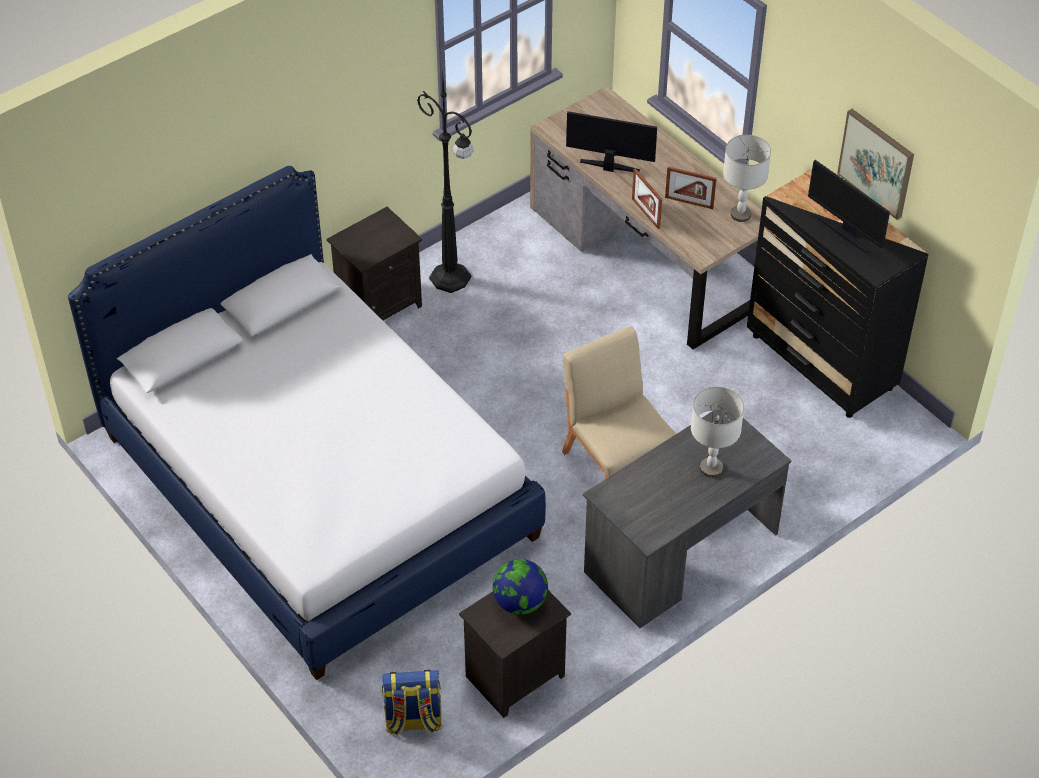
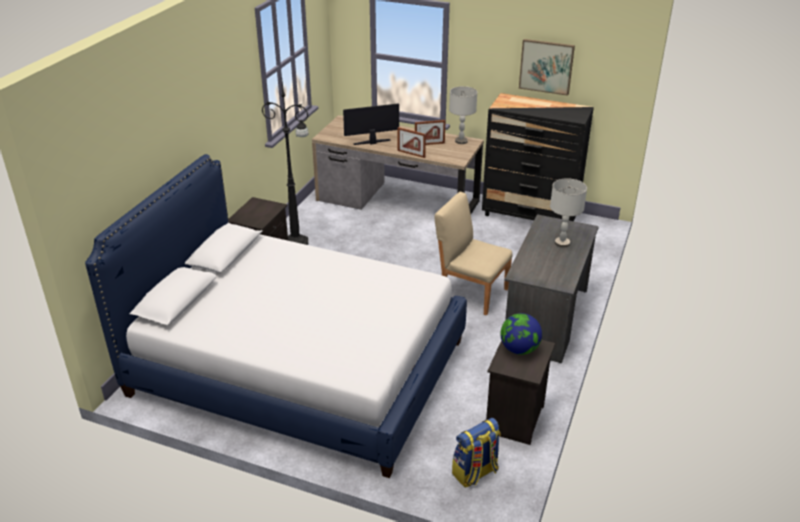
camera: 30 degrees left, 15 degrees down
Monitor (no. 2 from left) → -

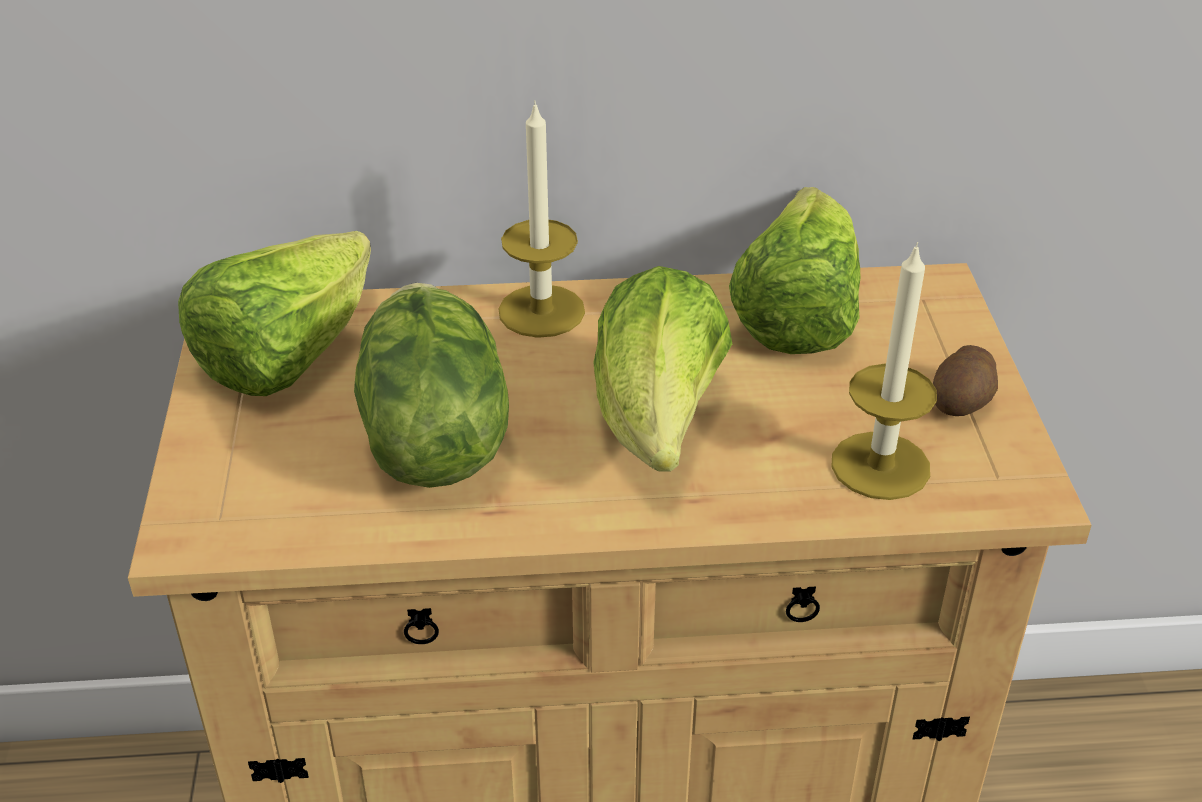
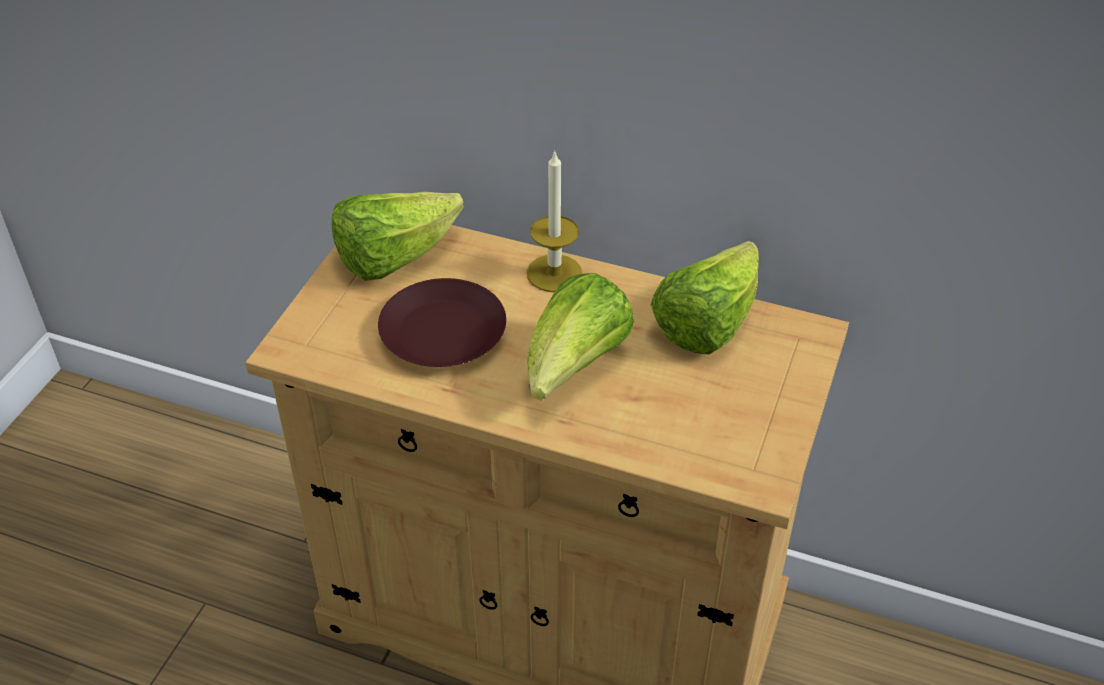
camera: 25 degrees right, 5 degrees up
Kerze (no. 2 from left) → -
Salatkopf (no. 2 from left) → Teller/braun
Kartoffel → -

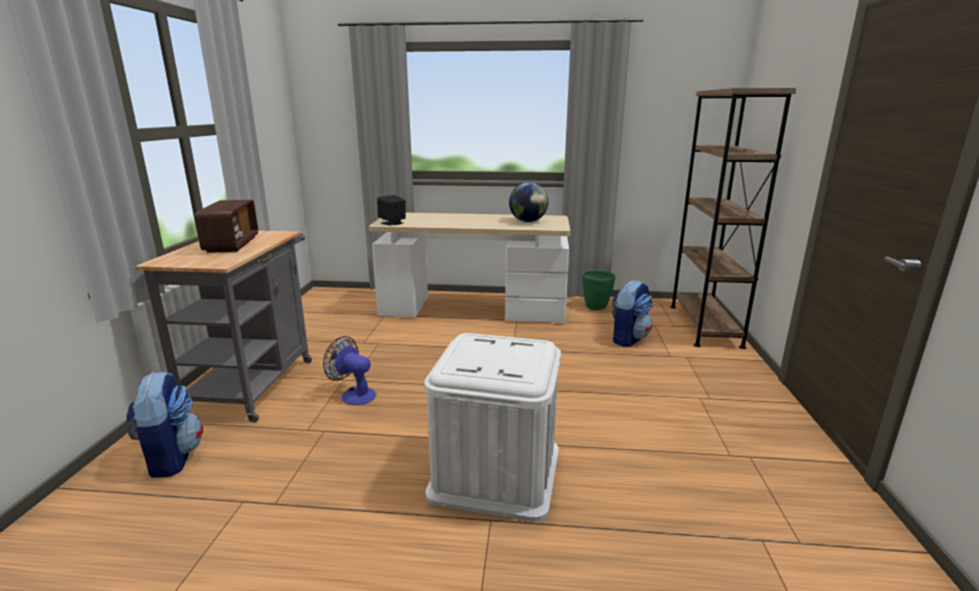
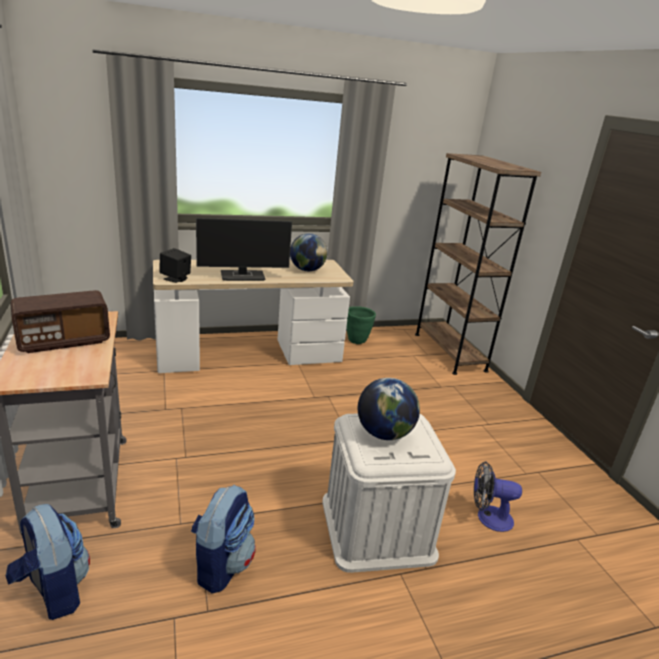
camera: 25 degrees left, 5 degrees up
Radio, 90 degrees clockwise
Rucksack (no. 2 from left), shifted
Ventilator, shifted
- → Monitor
- → Globus (no. 2 from left)

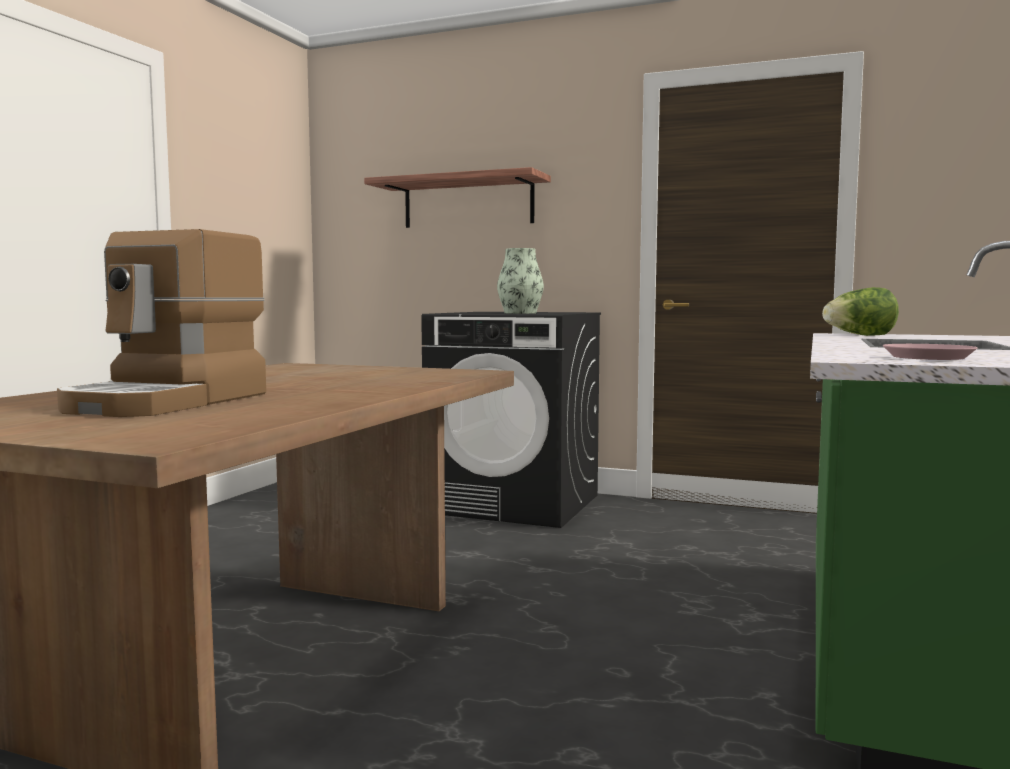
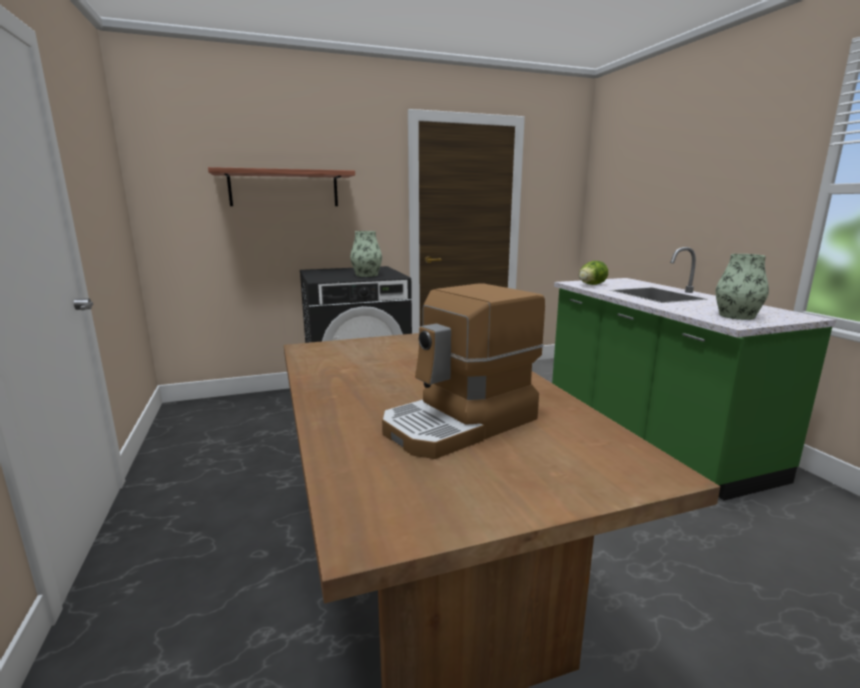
camera: 40 degrees left, 10 degrees up
Kaffeemaschine, 75 degrees clockwise
Teller/rosa → Vase (no. 2 from left)

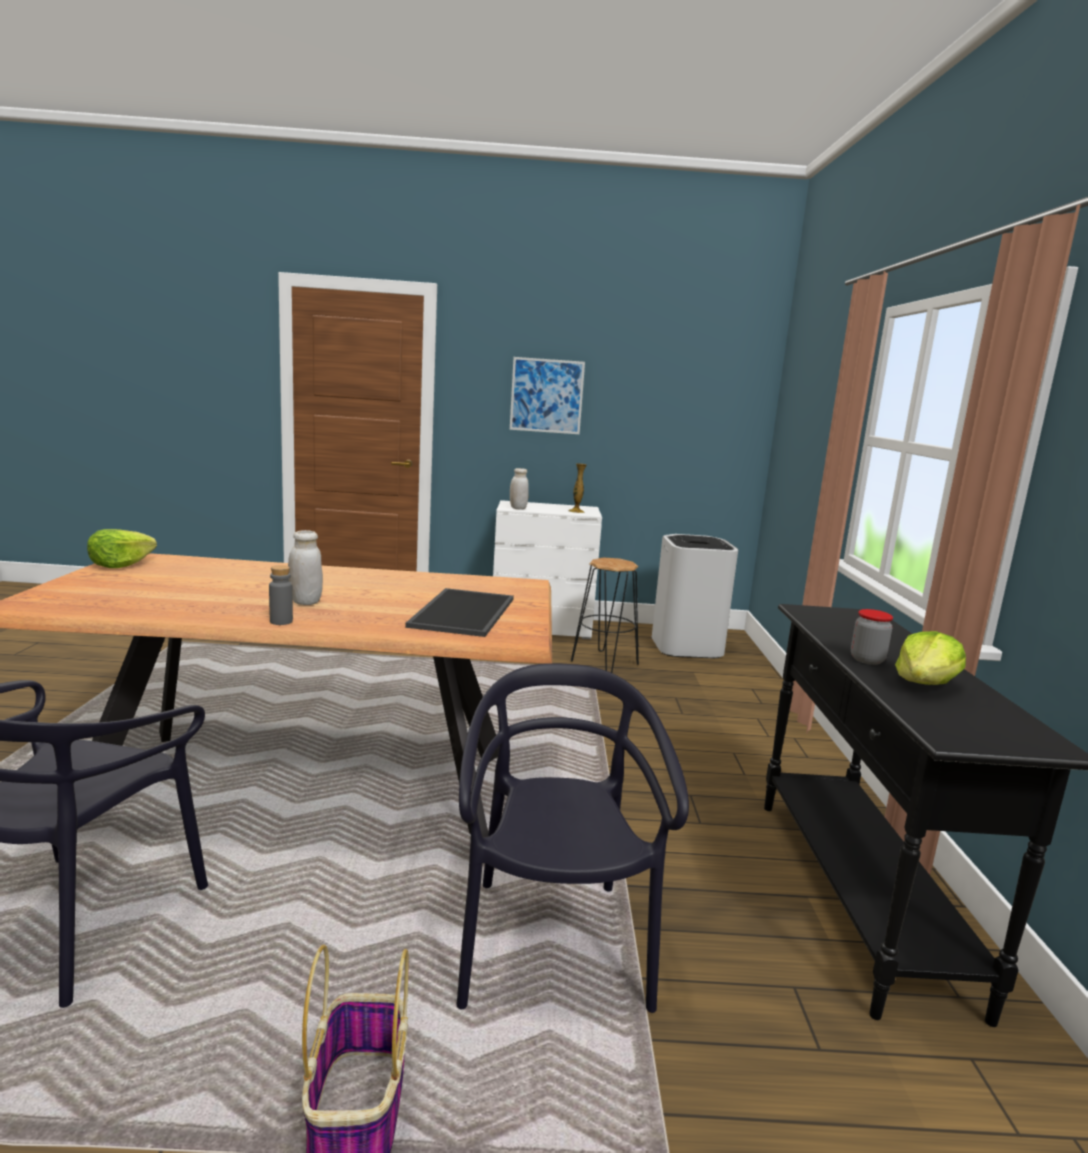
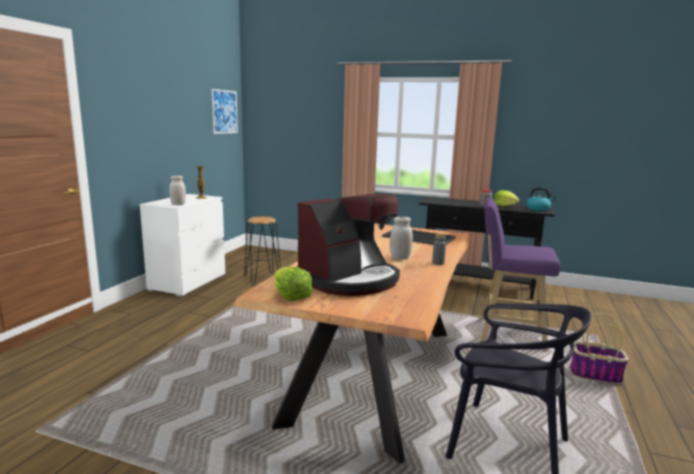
camera: 70 degrees left, 0 degrees up
Bild, shifted
Mülleimer/weiß → -
Stuhl/schwarz (no. 2 from left) → Hocker/lila
- → Wasserkessel
- → Kaffeemaschine

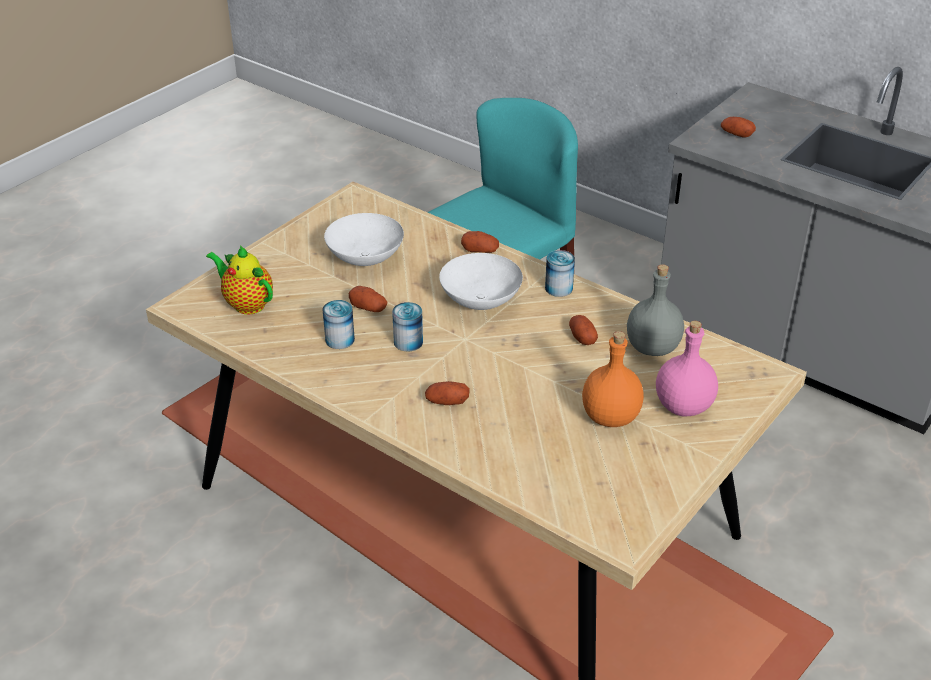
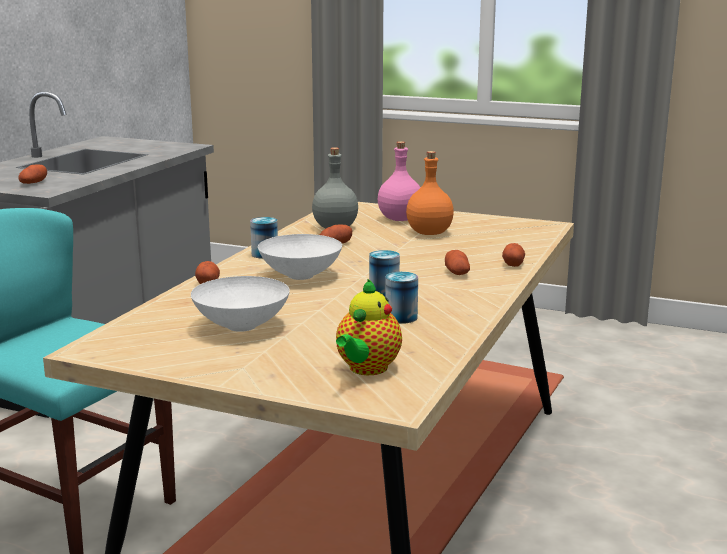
camera: 105 degrees left, 20 degrees down
Kartoffel (no. 1 from left in the first image) → Kartoffel (no. 5 from left), shifted

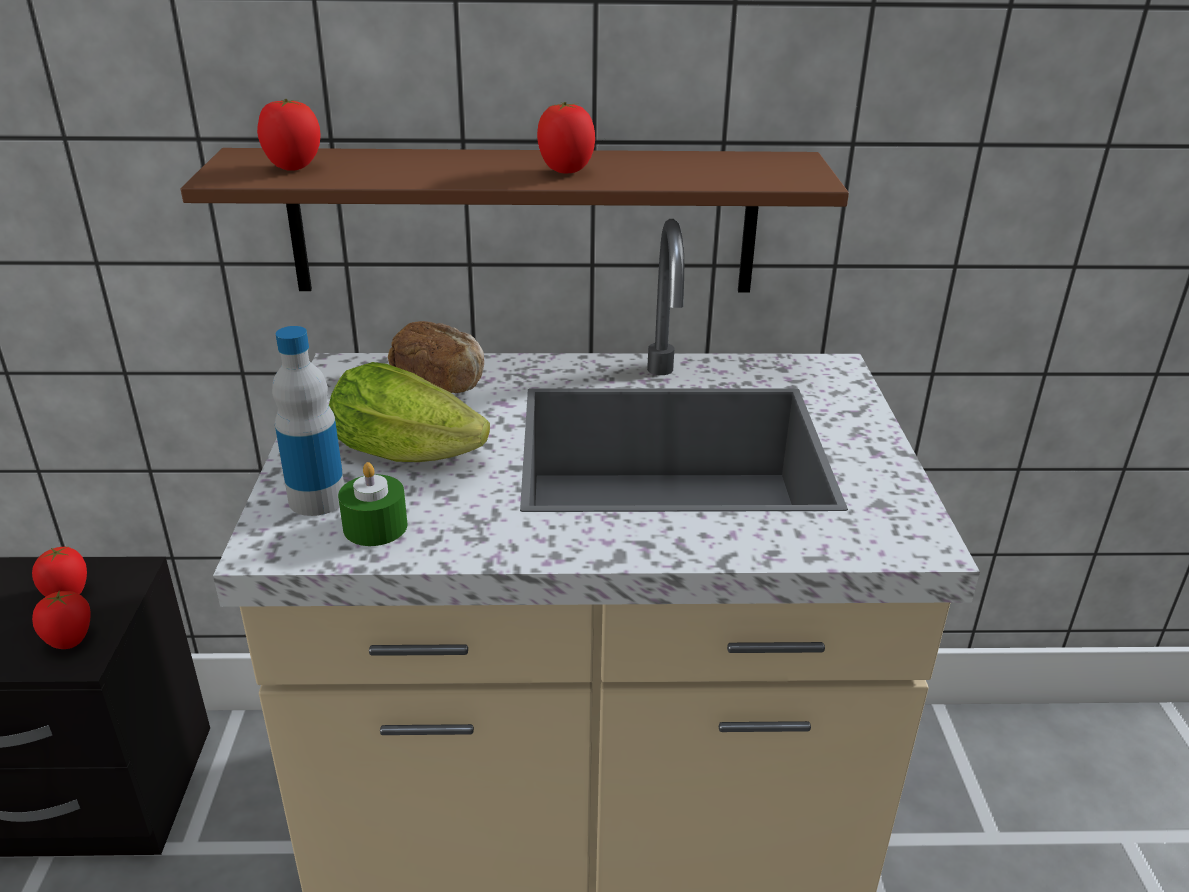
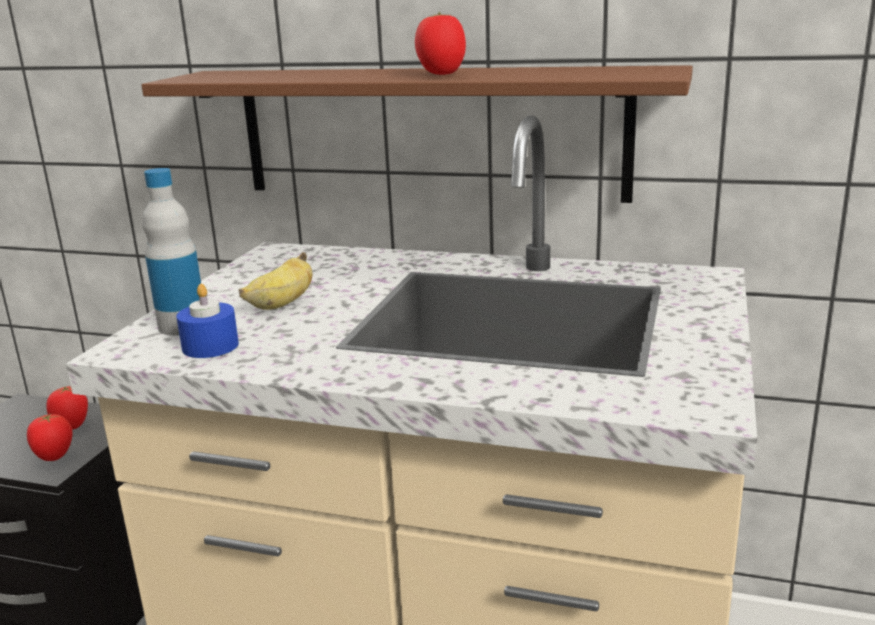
camera: 20 degrees right, 10 degrees down
Tomate (no. 3 from left) → -
Brot → -
Salatkopf → Banane
Kerze/grün → Kerze/blau

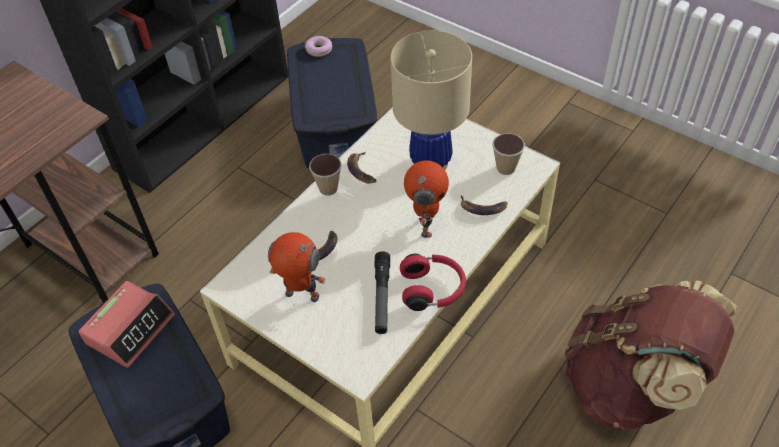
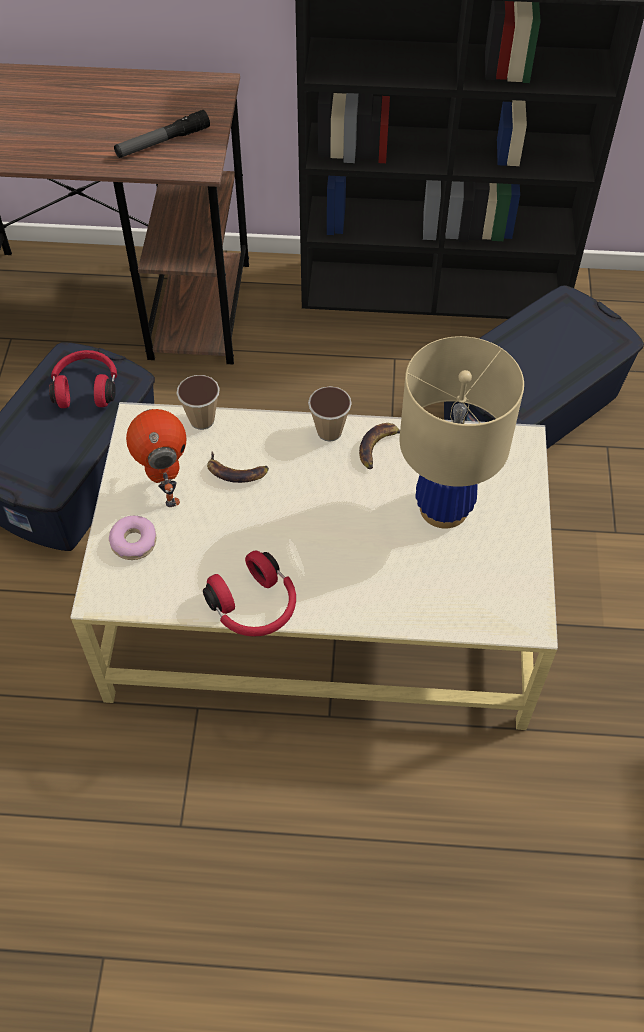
camera: 55 degrees right, 5 degrees up
Donut, shifted
Tasse (no. 2 from left in the first image) → Tasse (no. 1 from left), shifted
Spielzeugroboter (no. 2 from left) → -
Banane (no. 3 from left) → -
Taschenlampe, shifted
Rucksack/braun → -
Wecker → Kopfhörer/rot (no. 1 from left)

